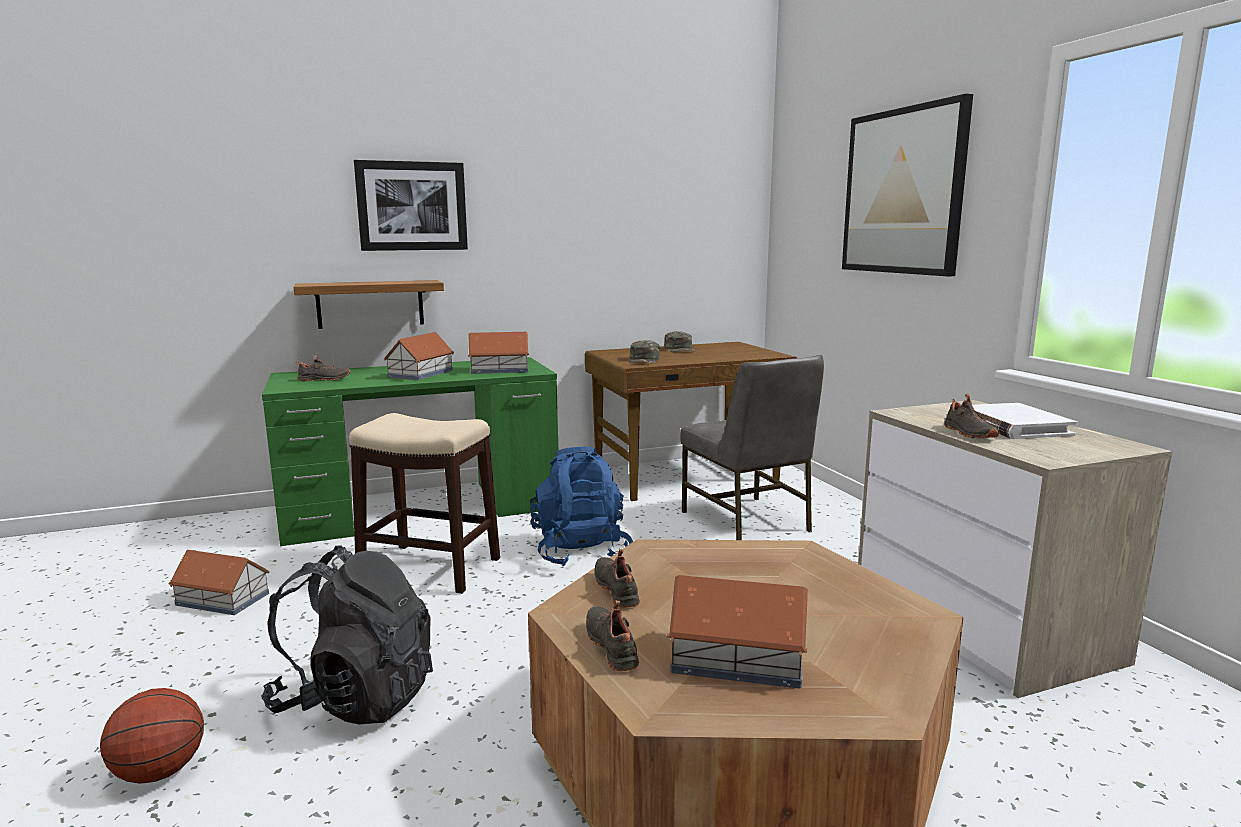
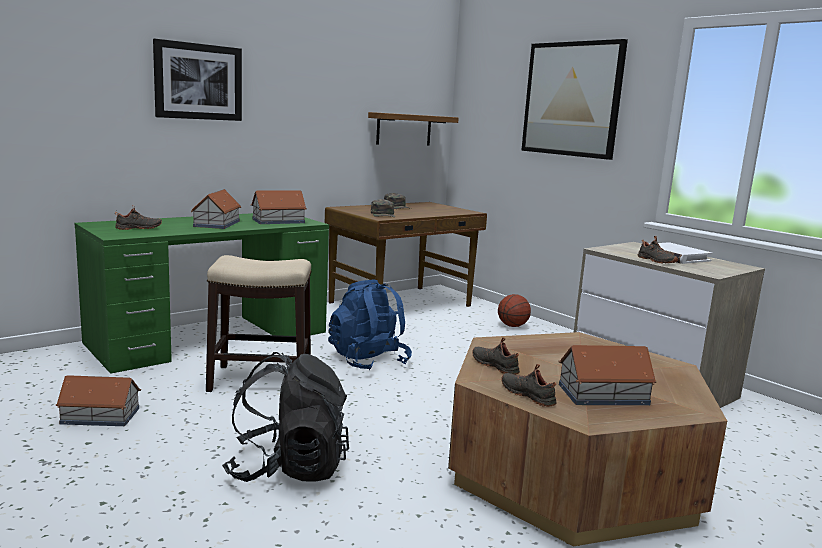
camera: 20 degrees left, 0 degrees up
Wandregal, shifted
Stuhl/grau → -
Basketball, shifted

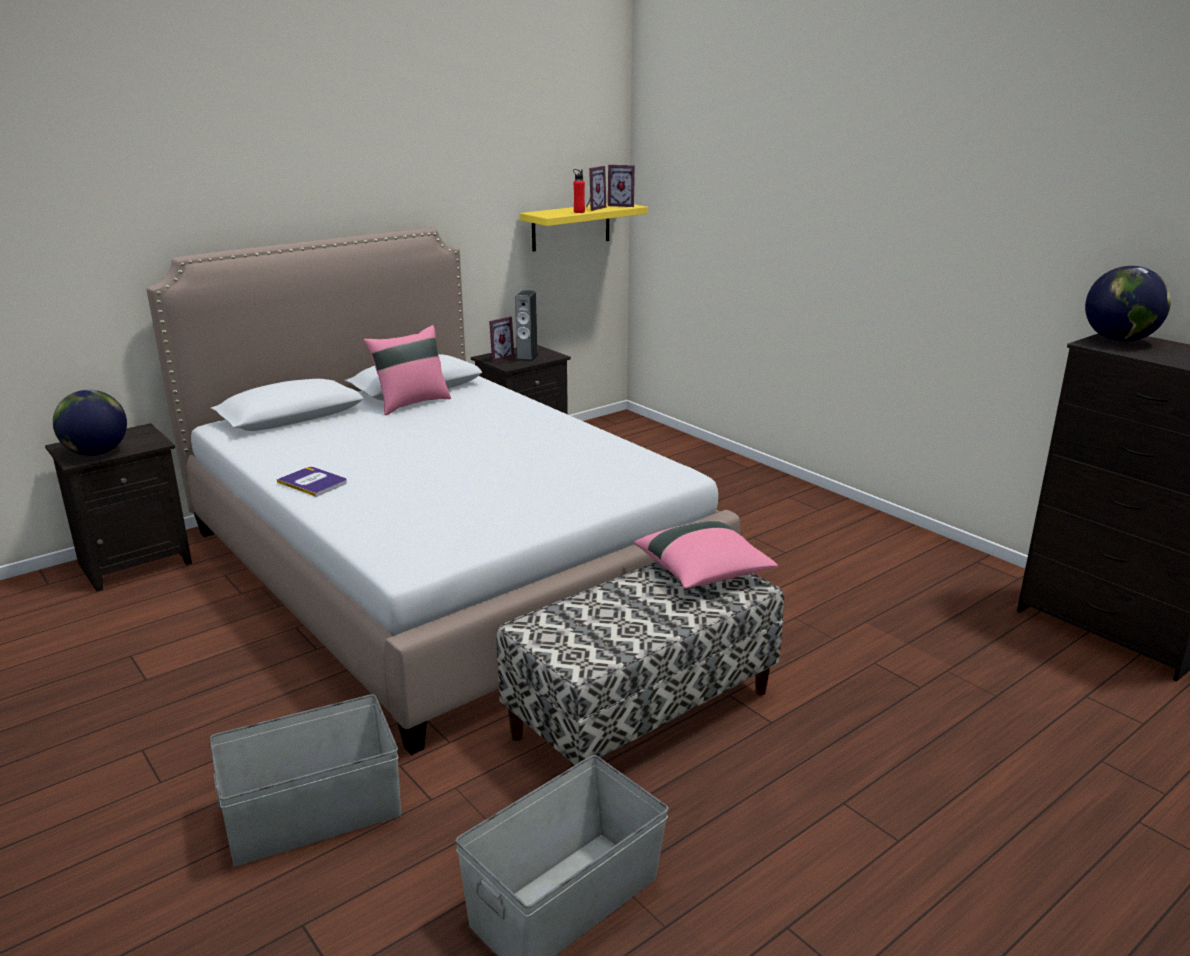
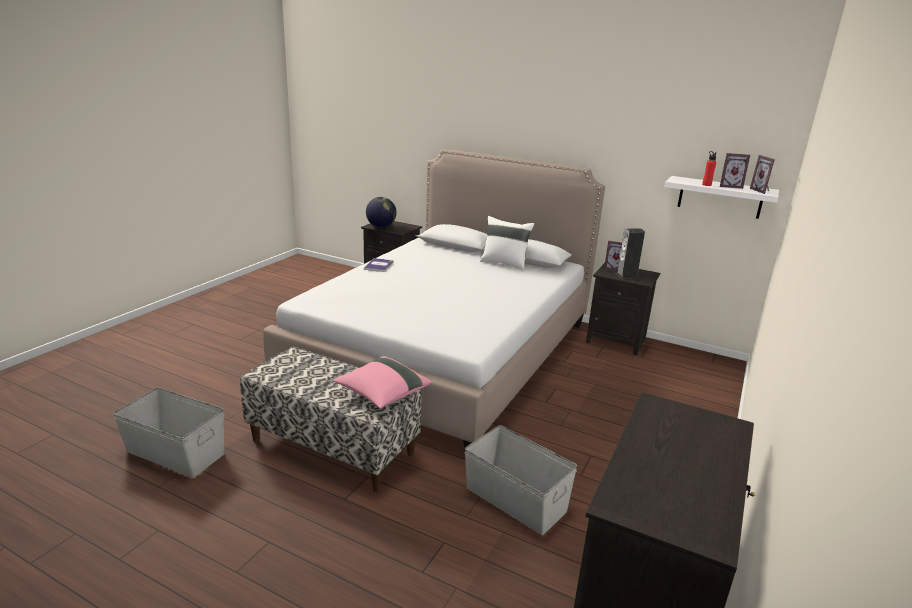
camera: 65 degrees right, 0 degrees up
Wandregal/gelb → Wandregal/weiß
Globus (no. 2 from left) → -
Kissen/rosa (no. 1 from left) → Kissen/weiß
Aufbewahrungsbox/grau (no. 1 from left in the first image) → Aufbewahrungsbox/grau (no. 2 from left), shifted

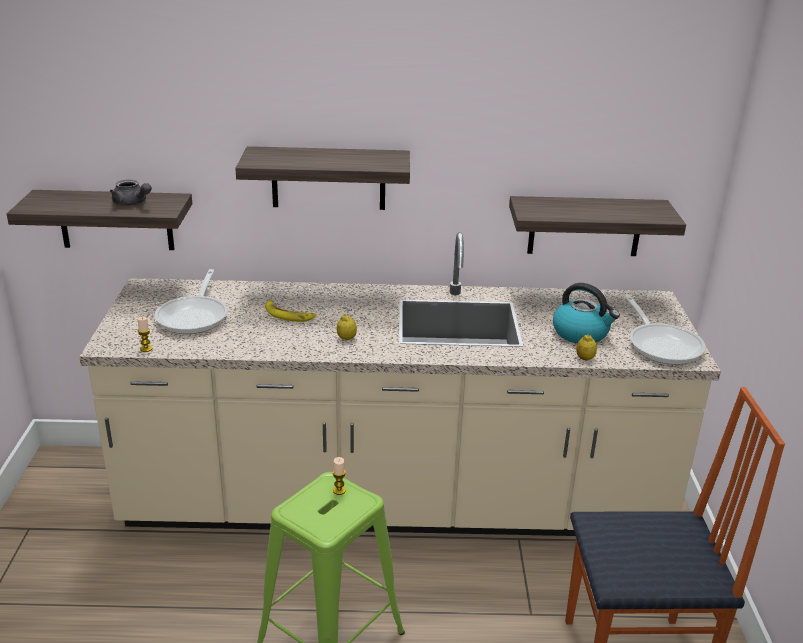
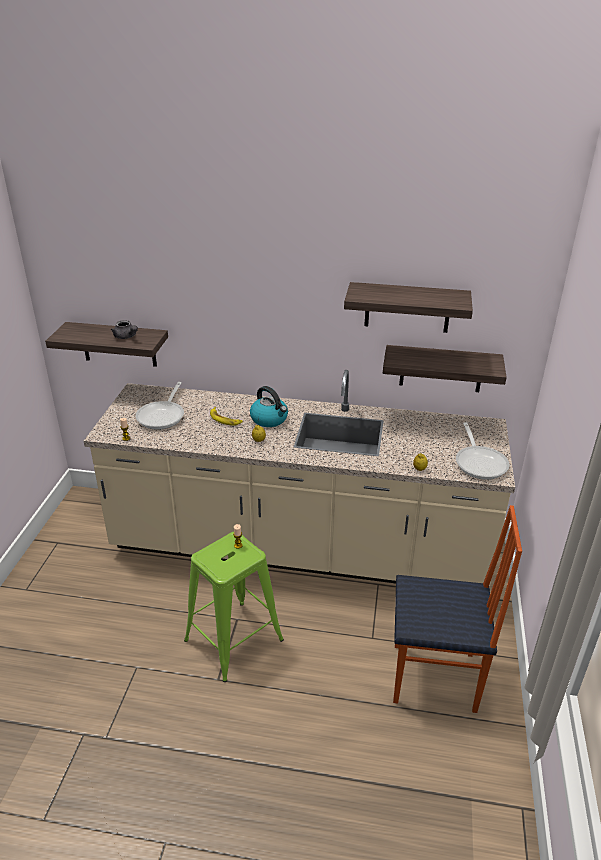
camera: 10 degrees right, 5 degrees up
Wandregal (no. 2 from left), shifted
Wasserkessel, shifted

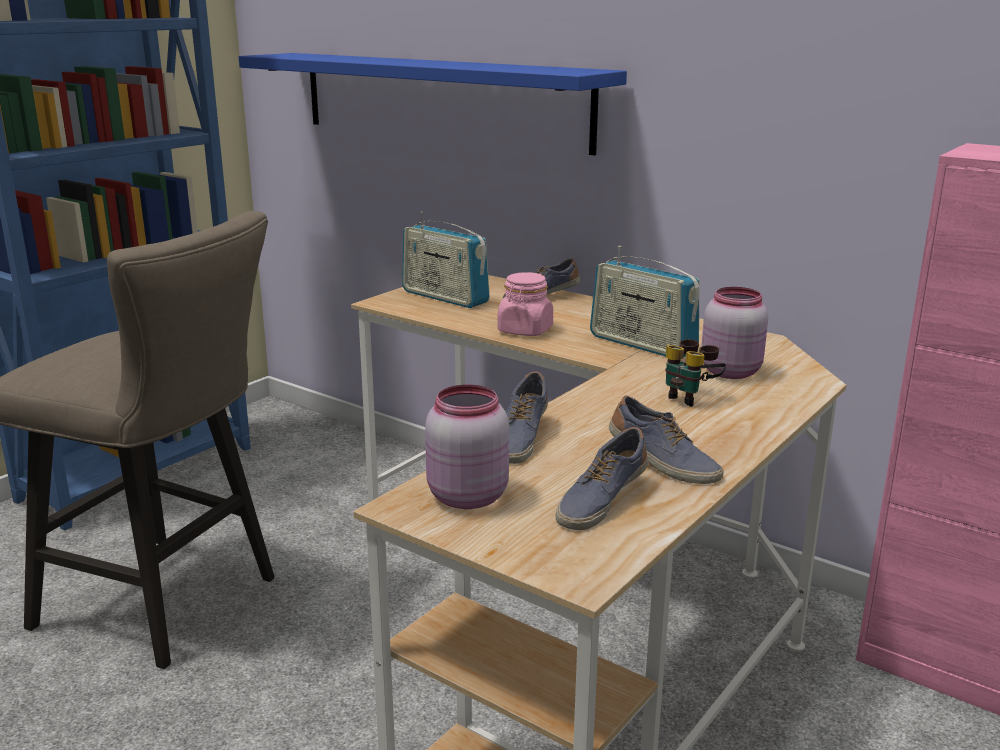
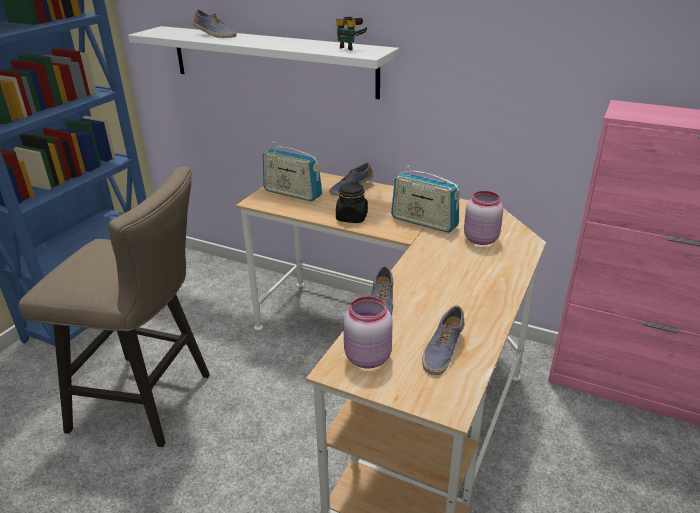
camera: 10 degrees left, 10 degrees up
Wandregal/blau → Wandregal/weiß
Vorratsglas/rosa (no. 2 from left) → Vorratsglas/schwarz
Fernglas, shifted
Schuh (no. 4 from left in the first image) → Schuh (no. 1 from left), shifted

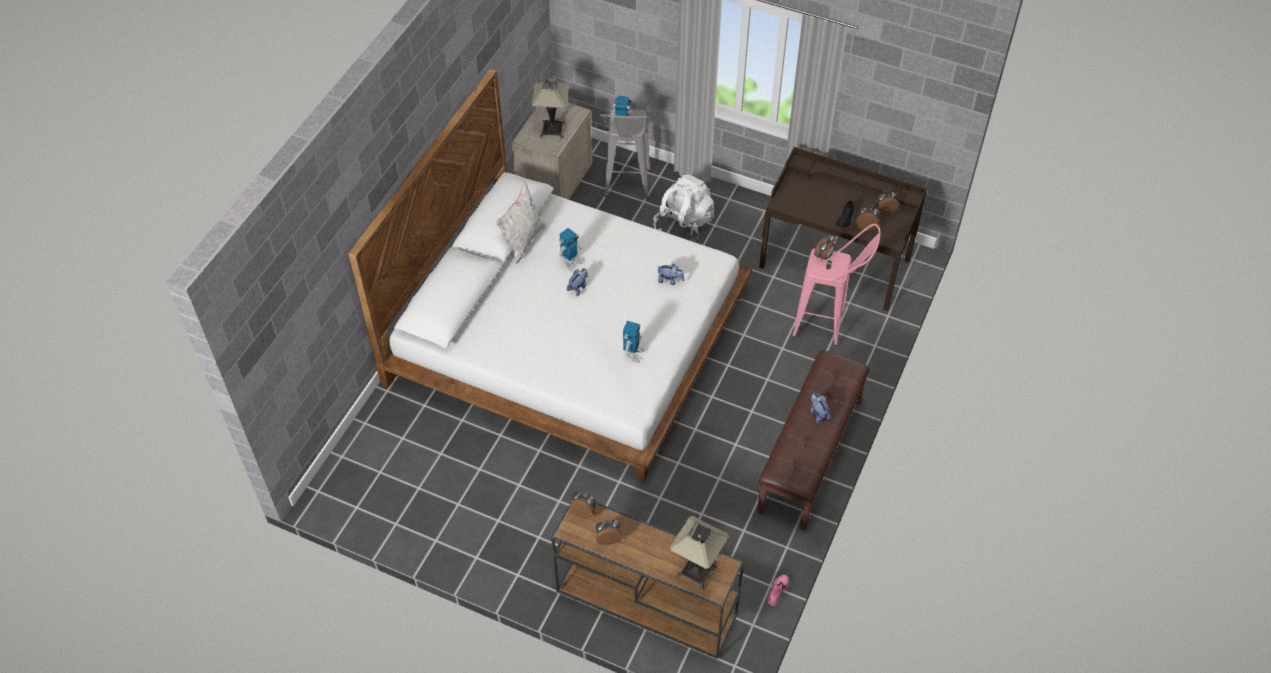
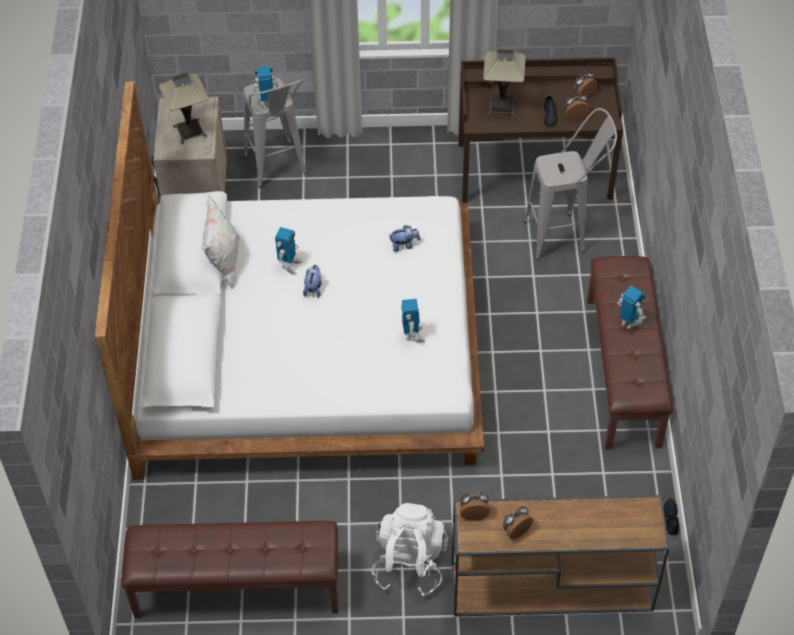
camera: 25 degrees left, 0 degrees up
Rucksack/weiß, shifted
Hocker/rosa → Hocker/grau (no. 2 from left)
Wecker (no. 3 from left) → -
Plüschtier (no. 3 from left) → Spielzeugroboter (no. 4 from left)
Tischlampe (no. 2 from left), shifted
Schuh/rosa → Schuh/schwarz (no. 2 from left)
- → Bank/braun (no. 1 from left)

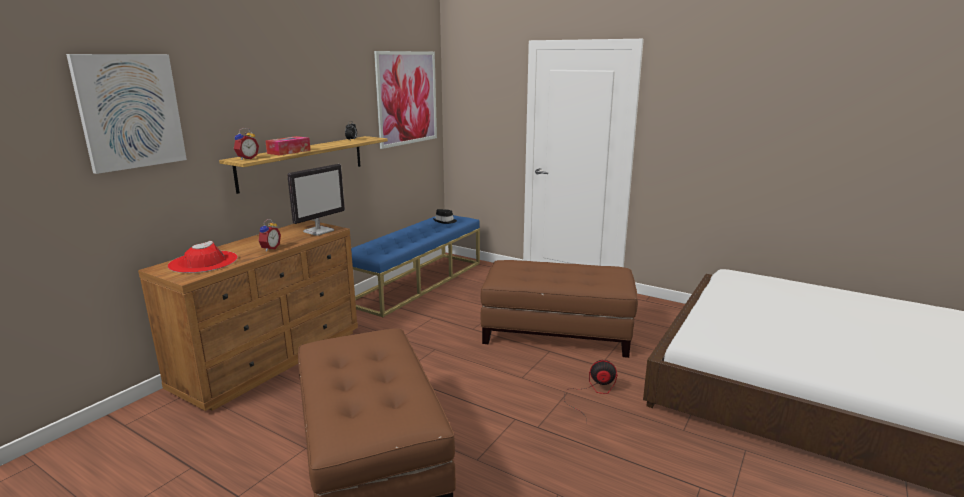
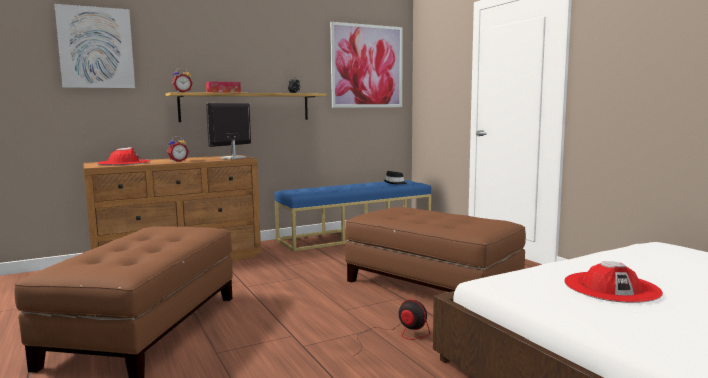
camera: 30 degrees right, 10 degrees down
Monitor, 150 degrees clockwise
- → Hut/rot (no. 2 from left)

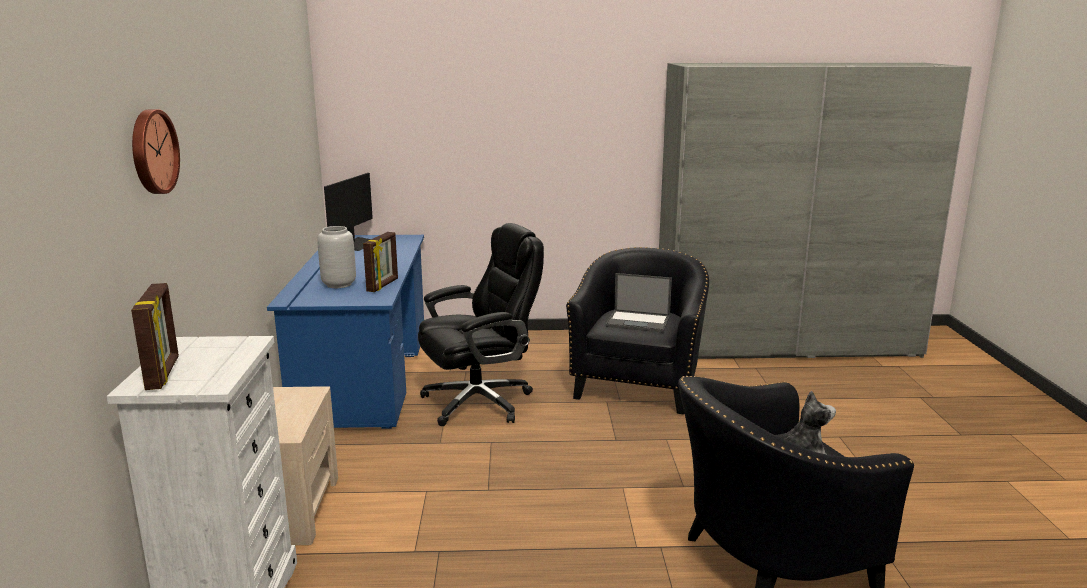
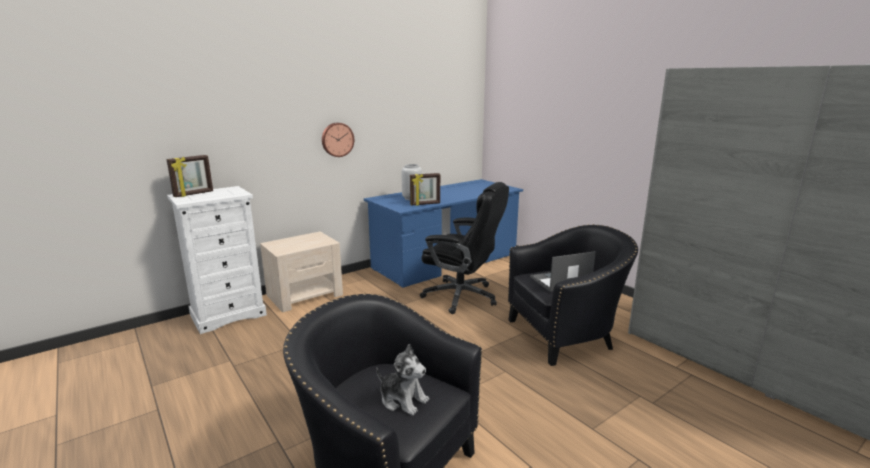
camera: 55 degrees right, 0 degrees up
Wanduhr, shifted
Monitor → -
Laptop, 90 degrees clockwise

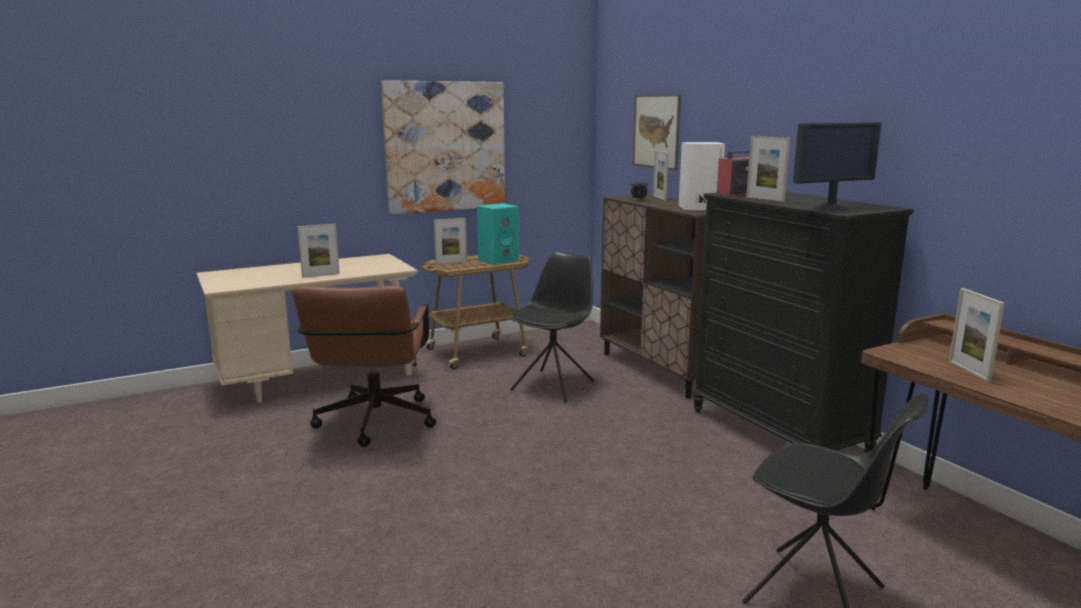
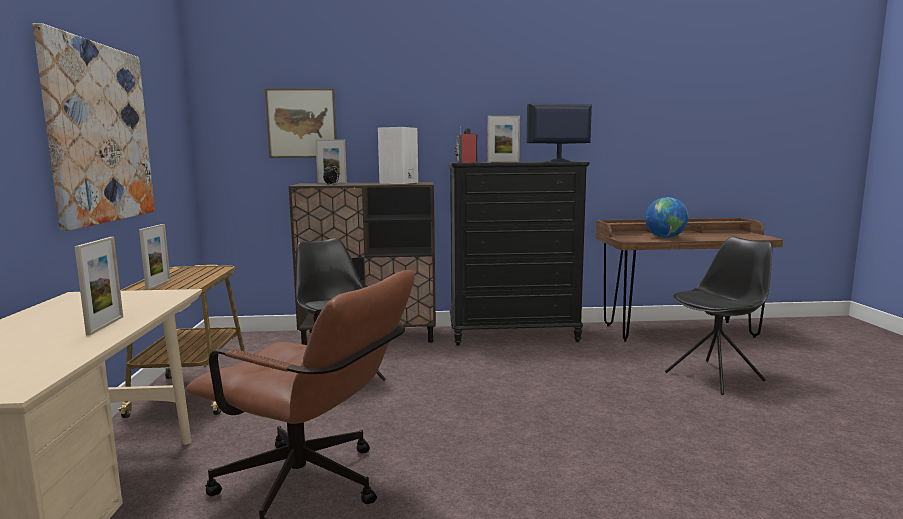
camera: 65 degrees left, 5 degrees down
Monitor, 105 degrees counterclockwise
Lautsprecher/türkis → -
Bilderrahmen (no. 5 from left) → Globus

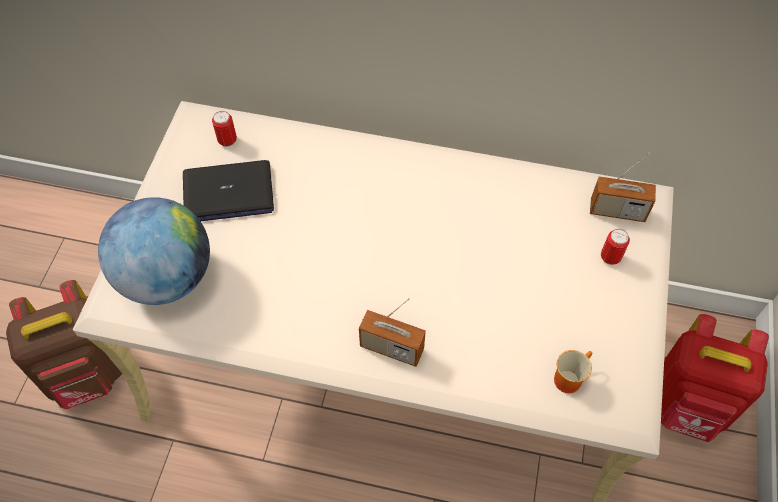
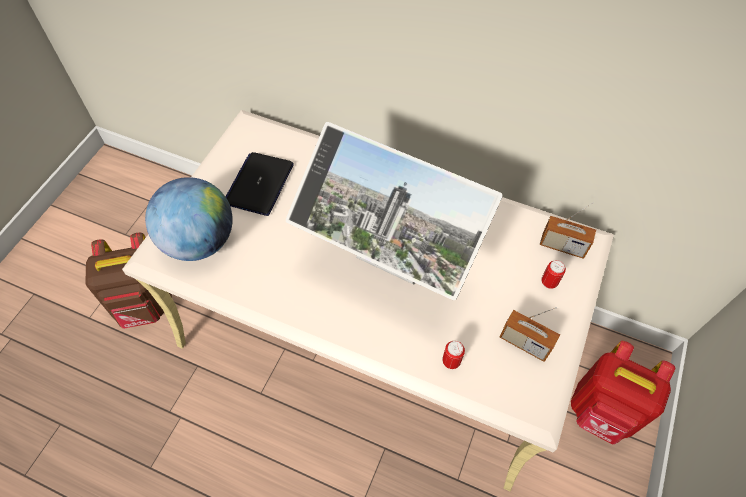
camera: 10 degrees right, 0 degrees up
Dose (no. 1 from left), shifted
Laptop, 105 degrees clockwise
Radio (no. 1 from left), shifted
Henkelbecher → -
- → Monitor

